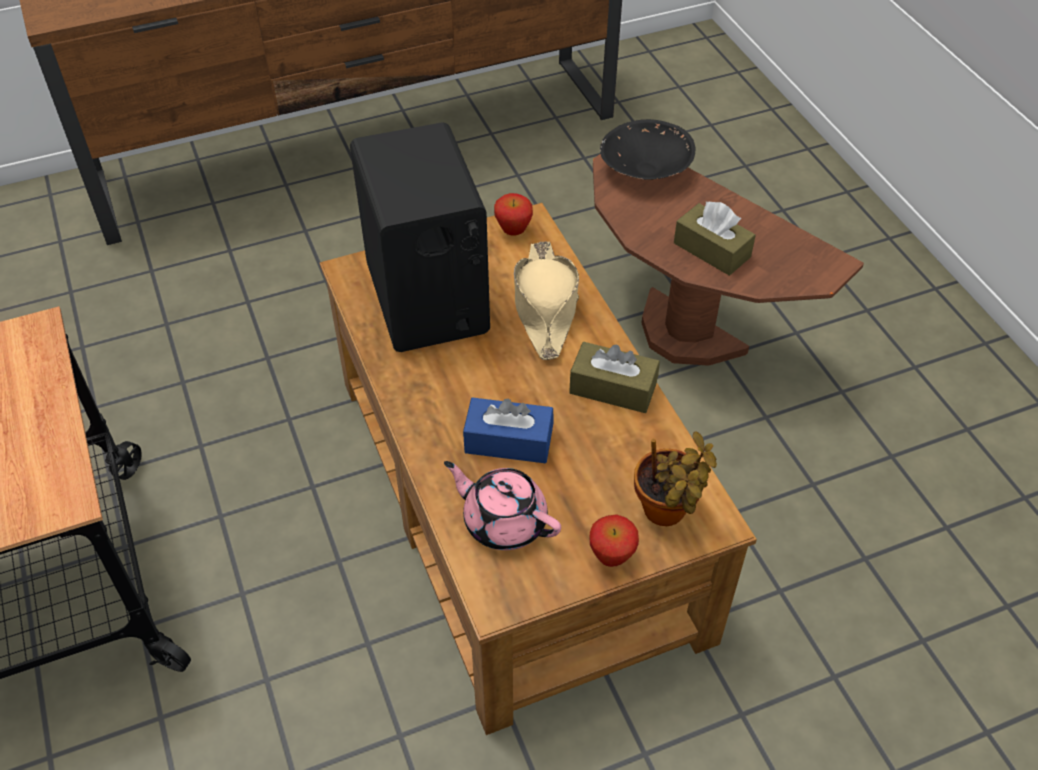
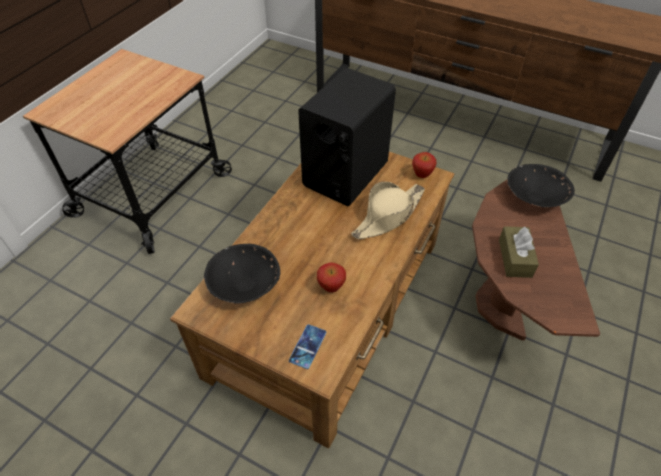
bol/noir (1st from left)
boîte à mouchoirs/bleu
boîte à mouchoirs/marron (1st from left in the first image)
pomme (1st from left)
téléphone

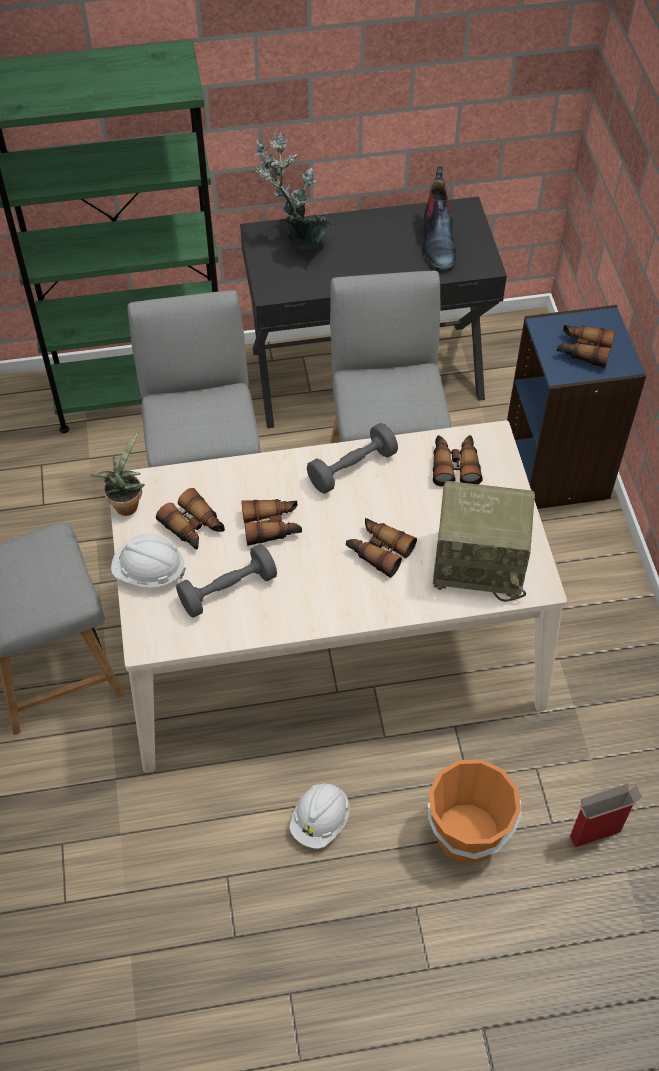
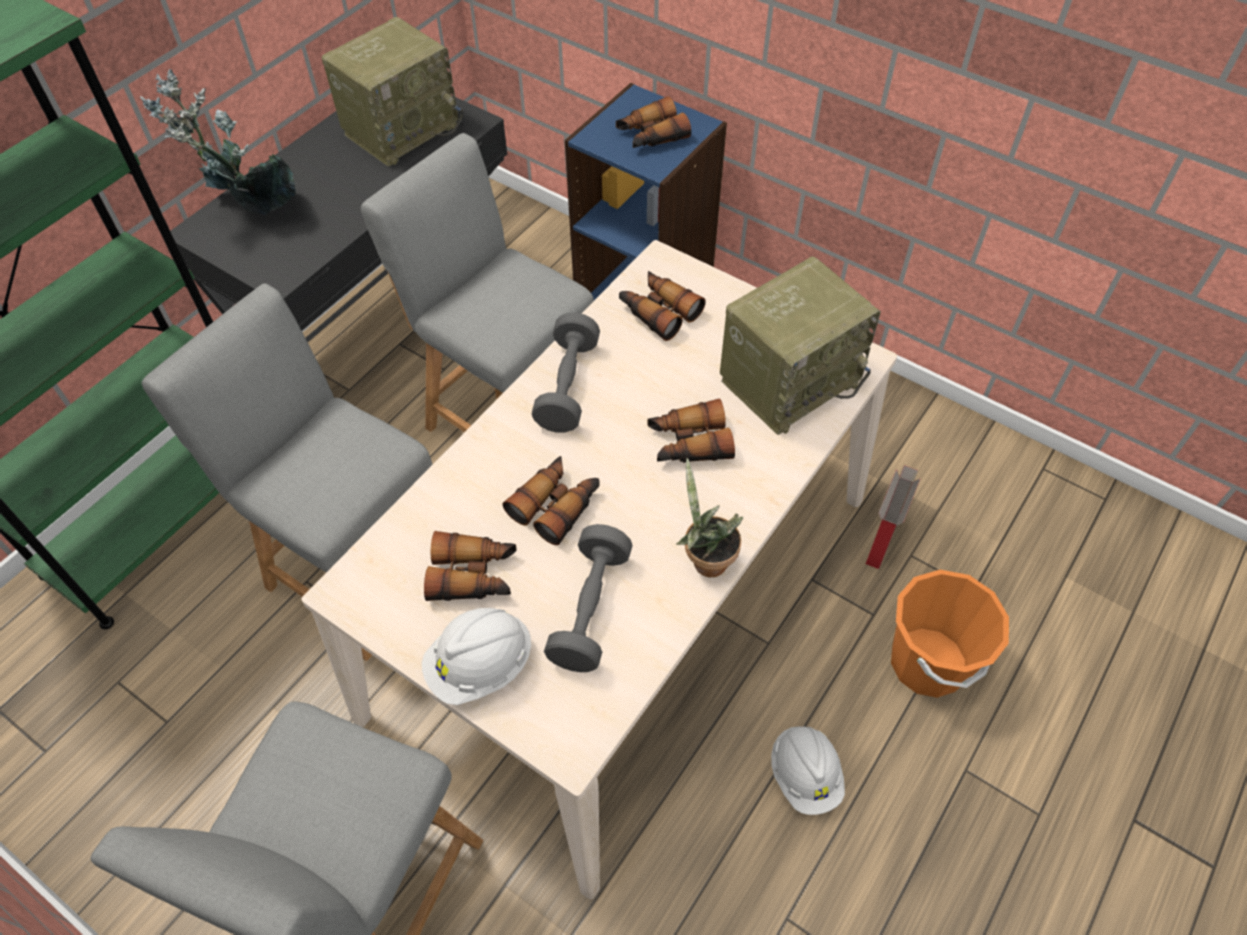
plante en pot (2nd from left)
radio (1st from left)
carton

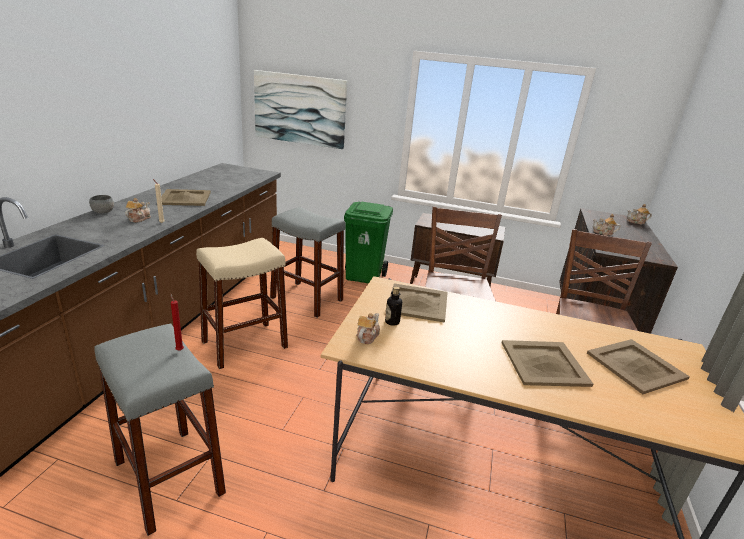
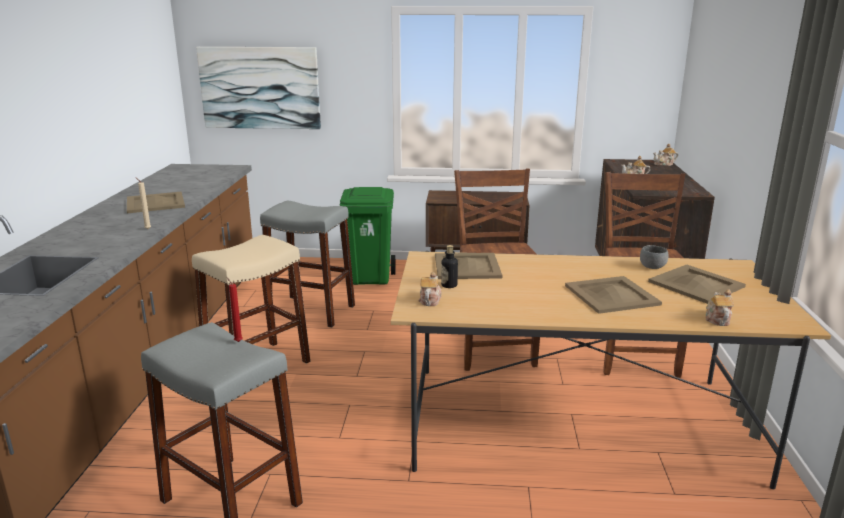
bol/gris
théière (4th from left)

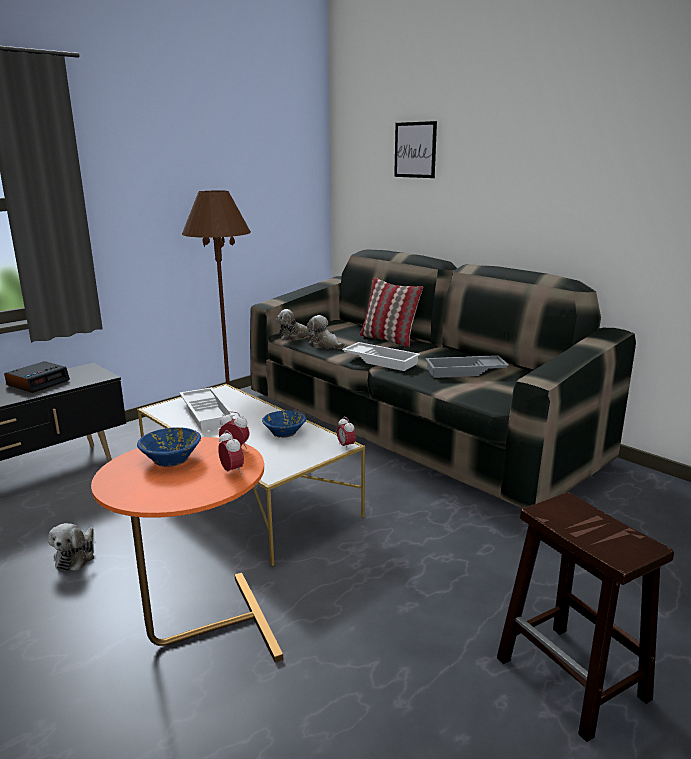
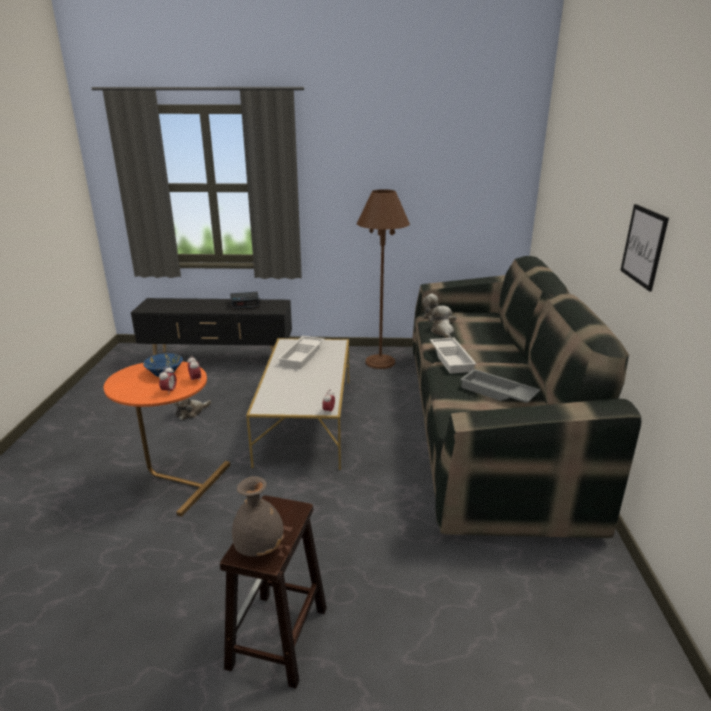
bol/bleu (2nd from left in the first image)
coussin
tableau
vase/gris

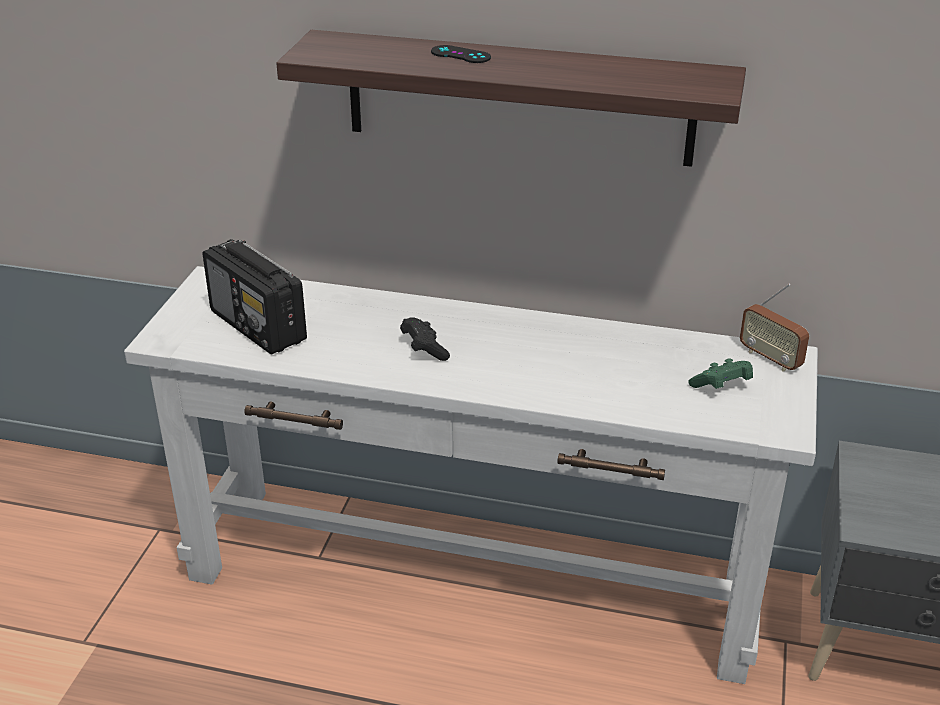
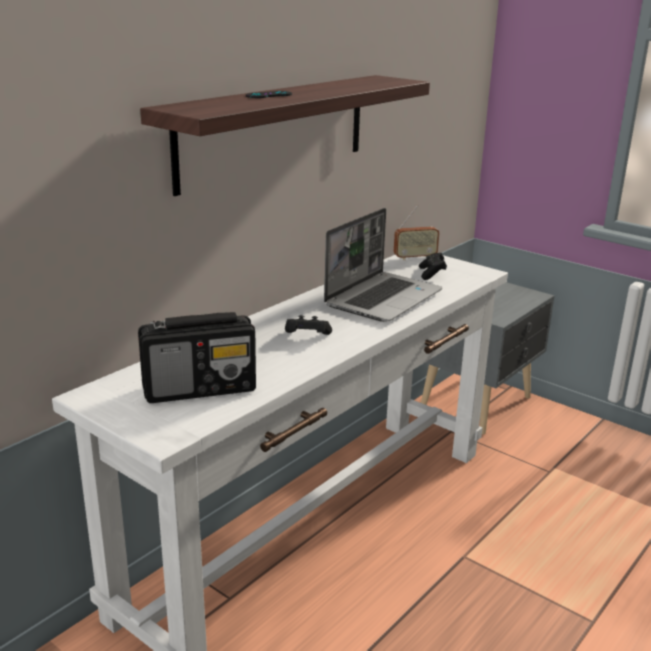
manette/noir (3rd from left)
ordinateur portable

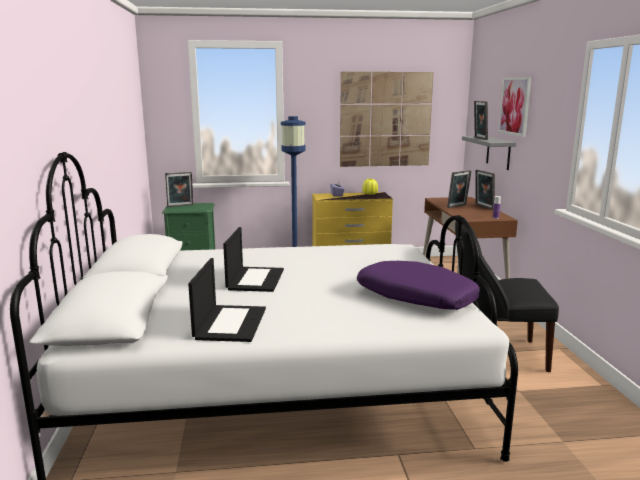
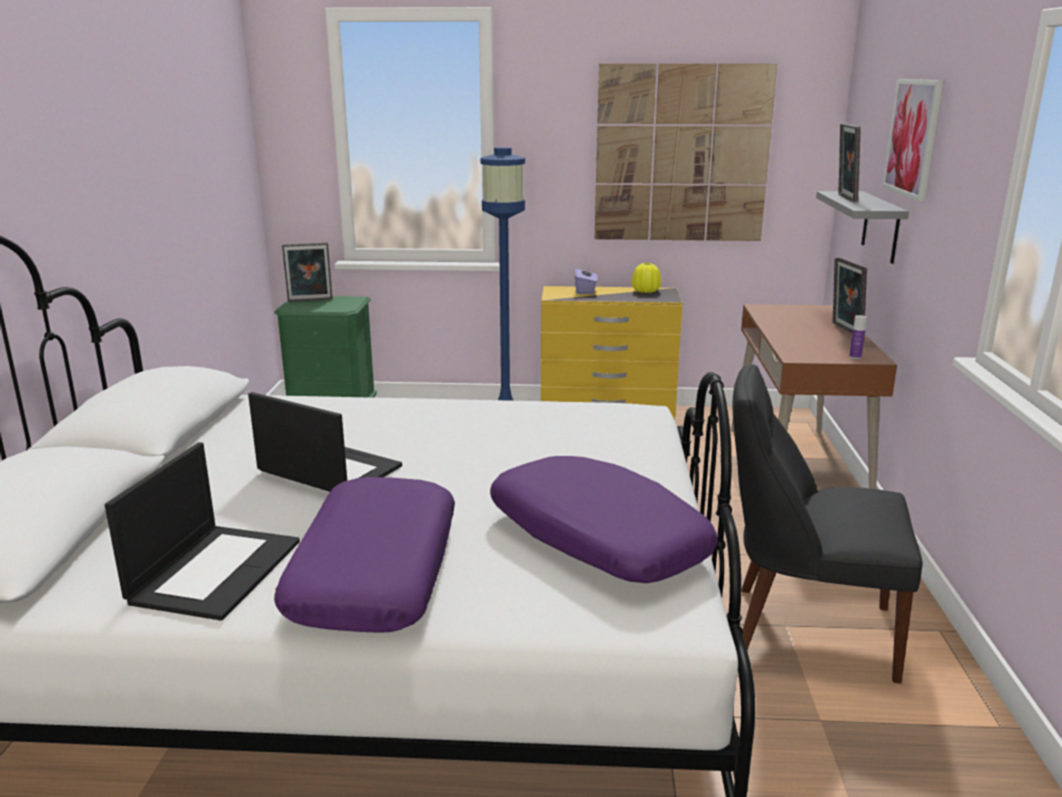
ordinateur portable (2nd from left)
cadre photo (2nd from left in the first image)
coussin/violet (1st from left)

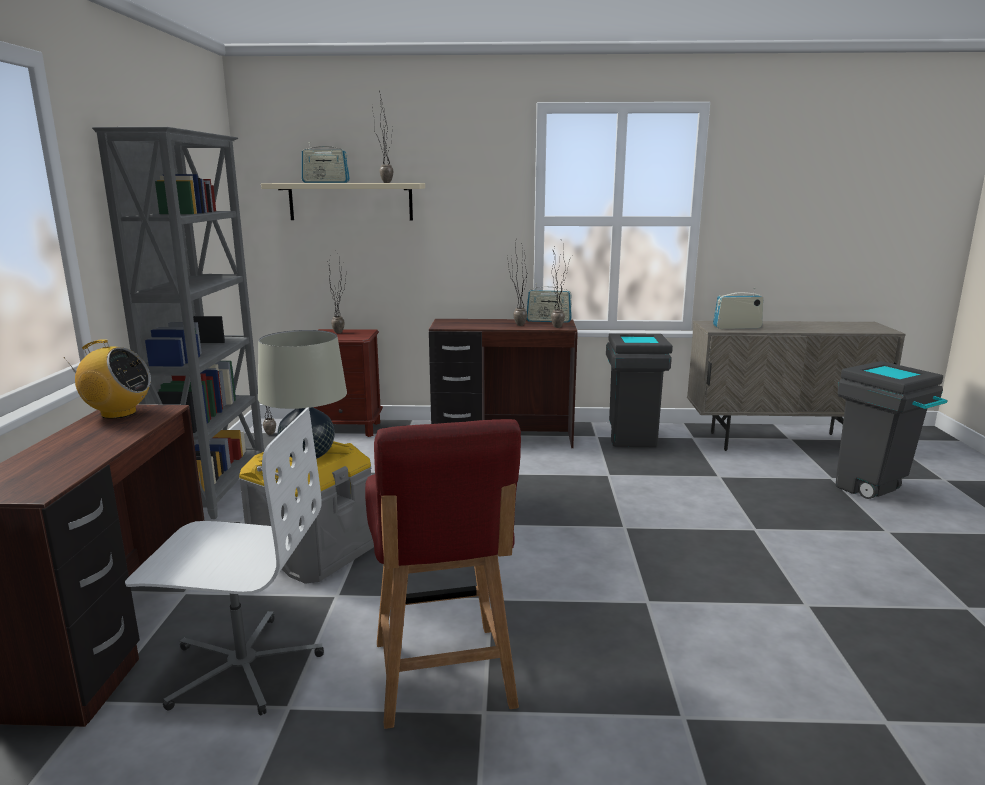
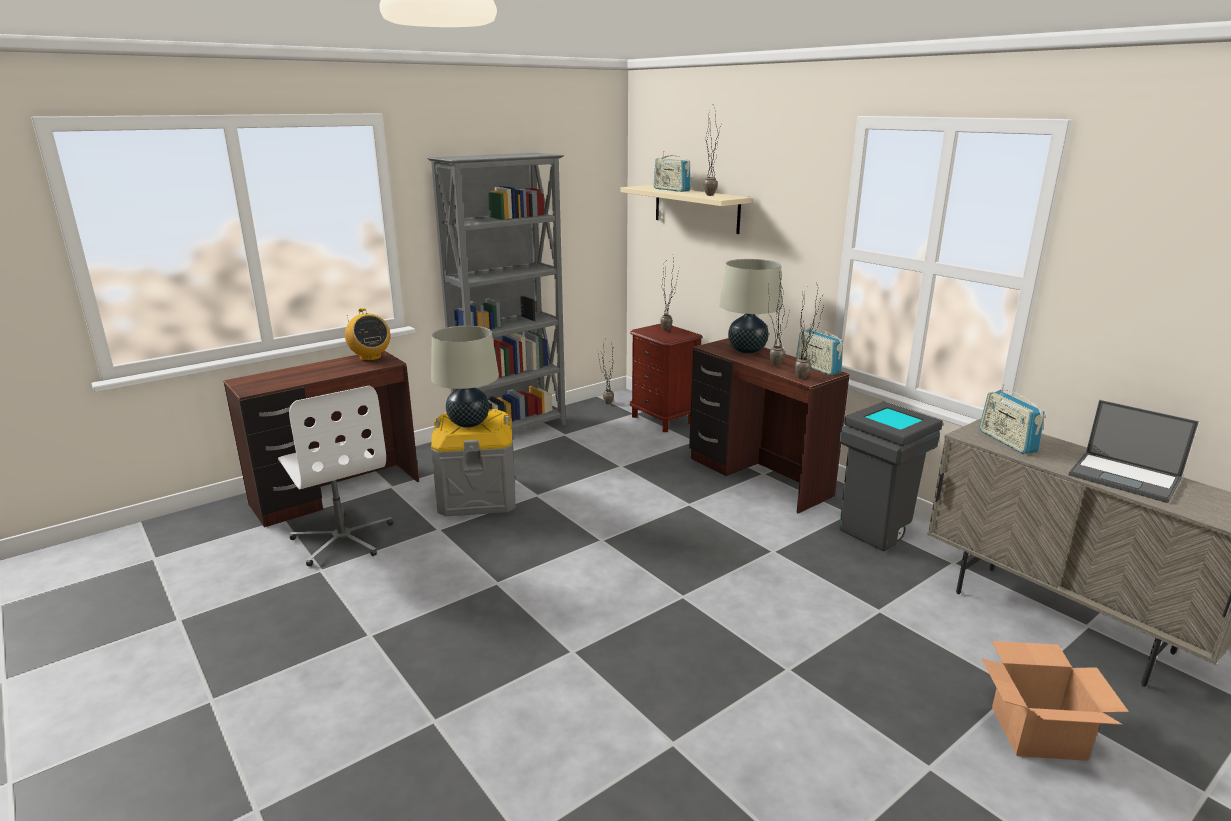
chaise/rouge
radio (4th from left)
carton
lampe de table/beige (2nd from left)
ordinateur portable

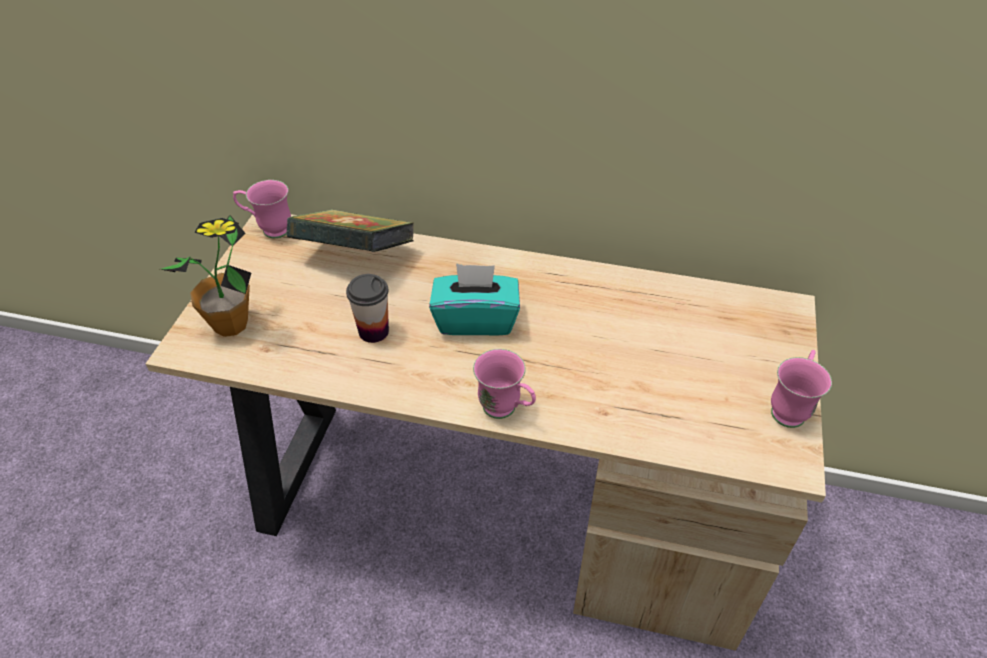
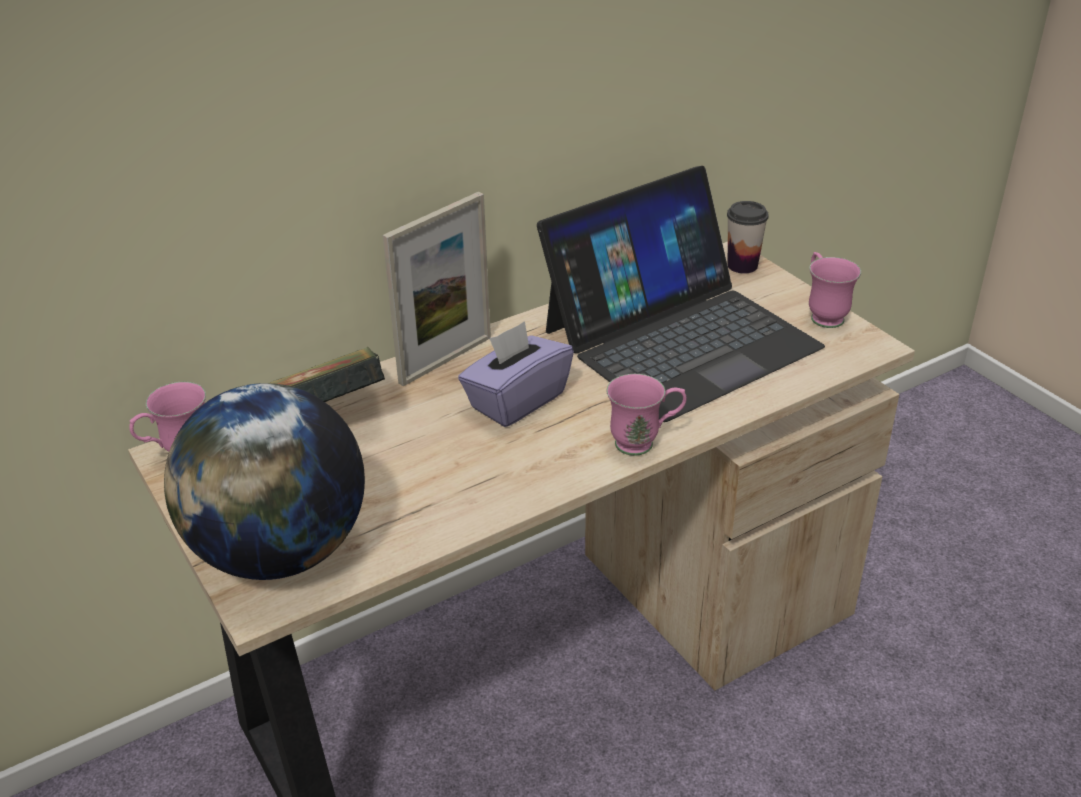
globe
tasse
boîte à mouchoirs/violet
cadre photo
ordinateur portable

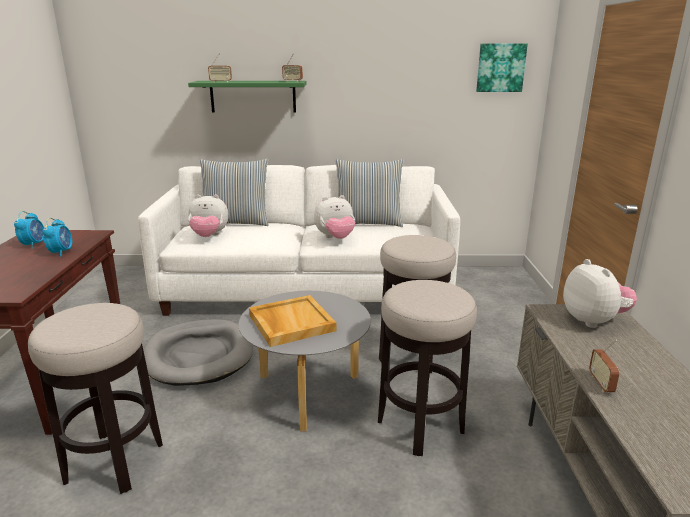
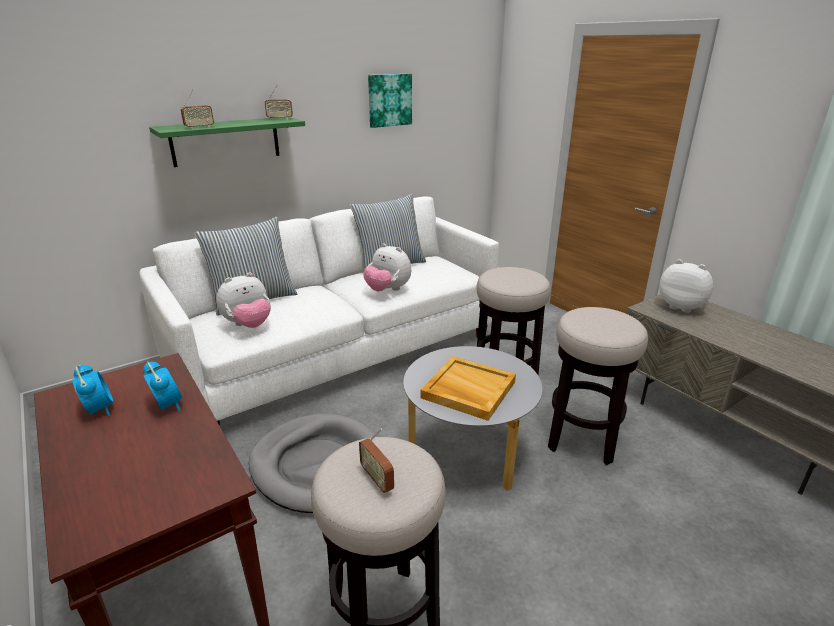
peluche (2nd from left)
tableau
radio (3rd from left)

